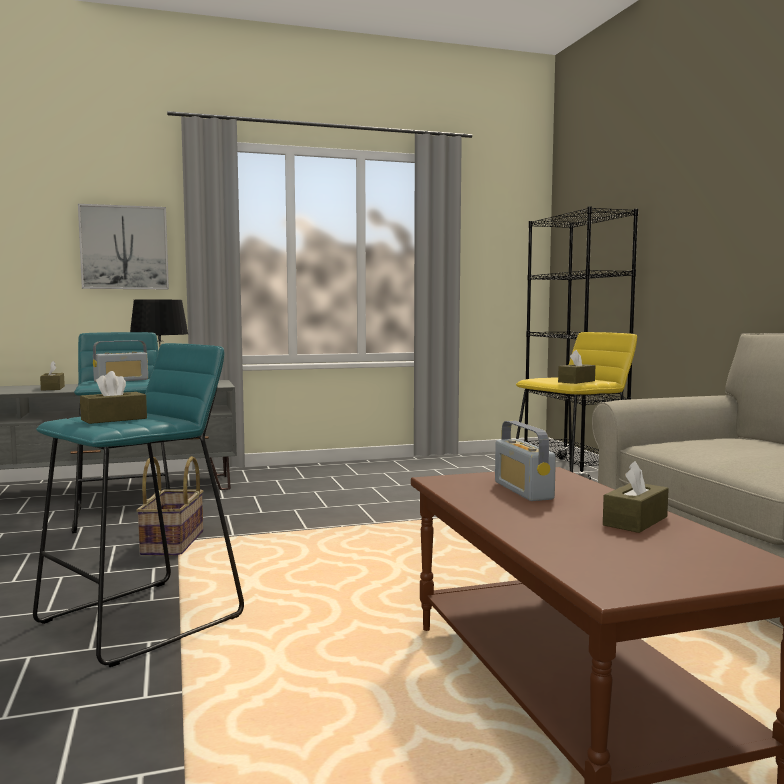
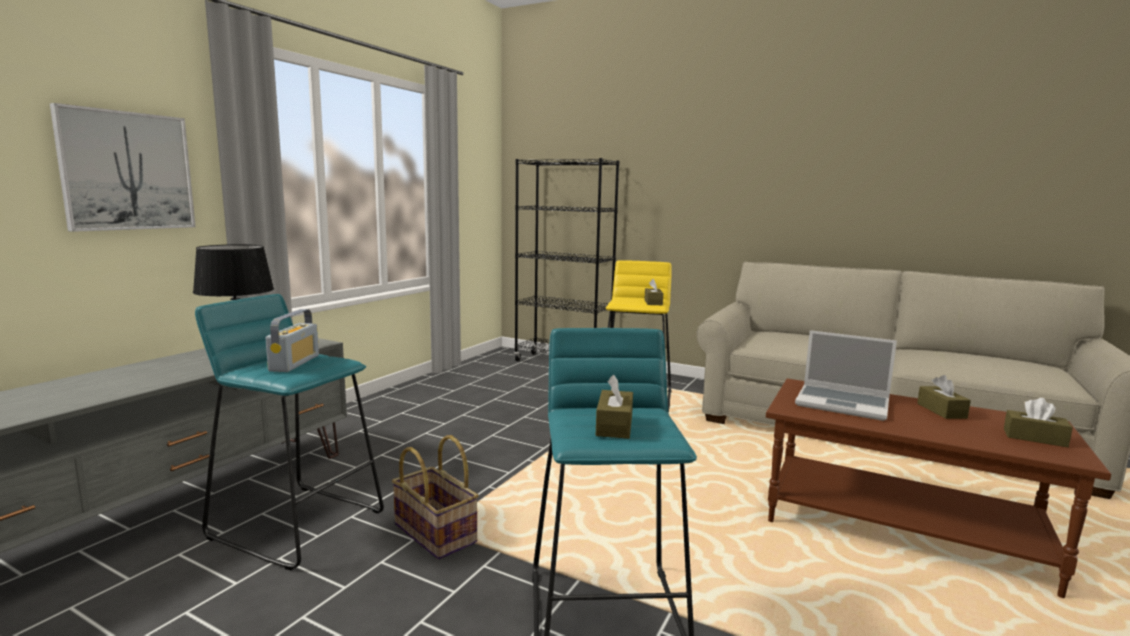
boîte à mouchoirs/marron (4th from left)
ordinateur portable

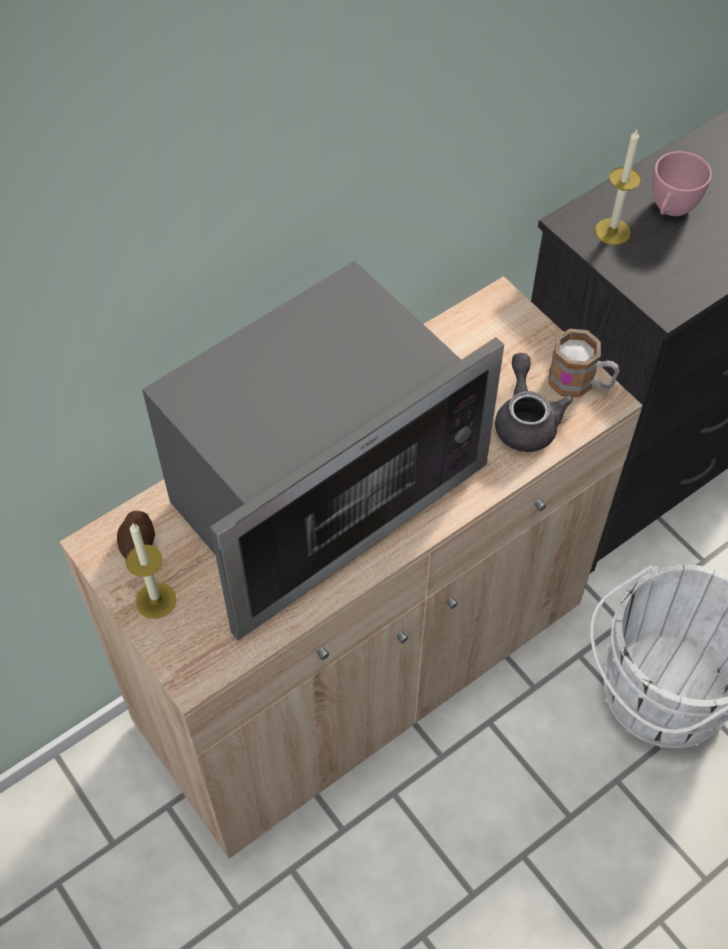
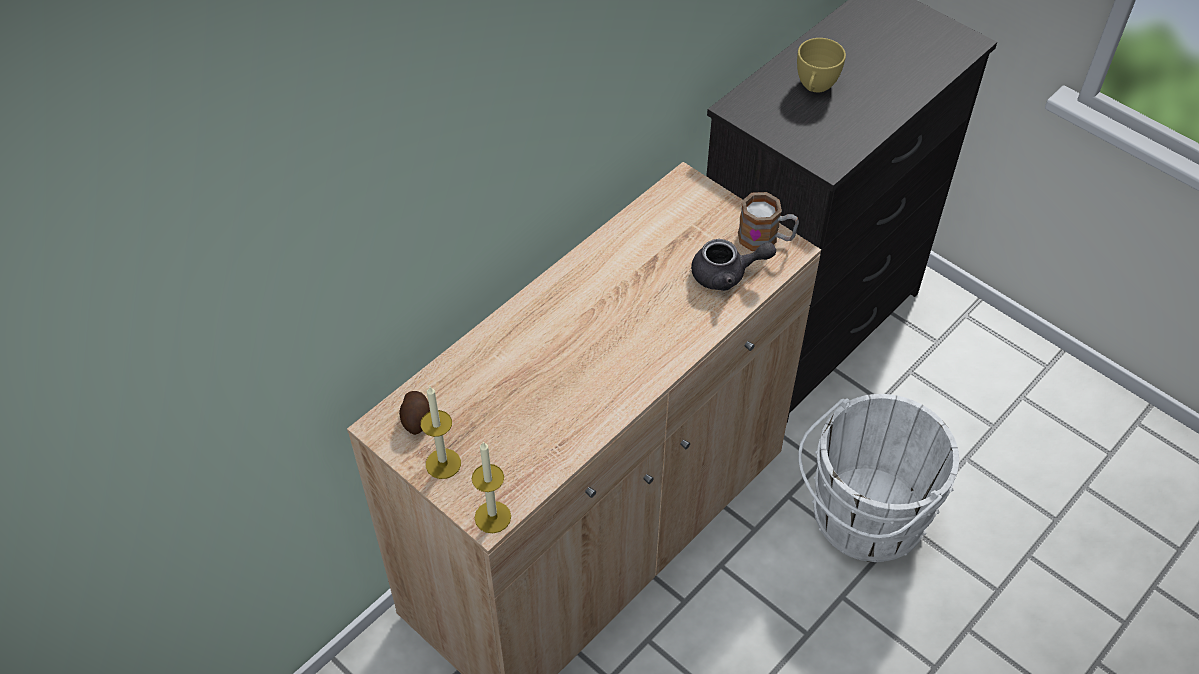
micro-ondes
théière/gris
bougie (2nd from left)
tasse/jaune

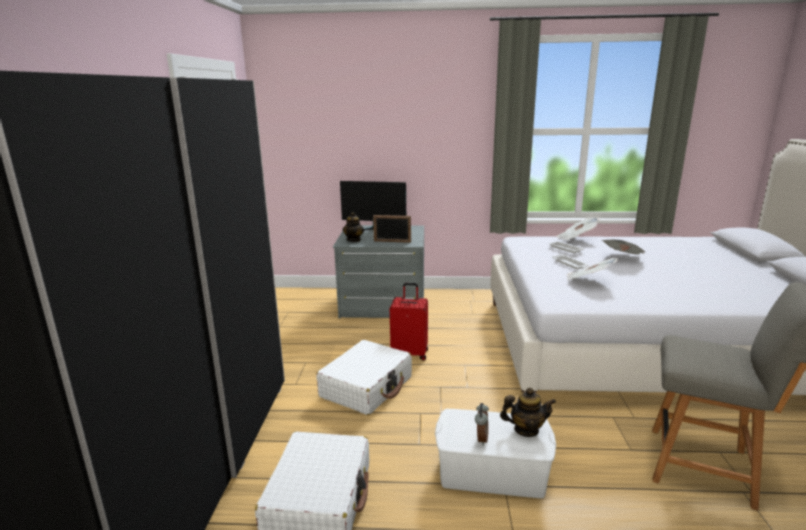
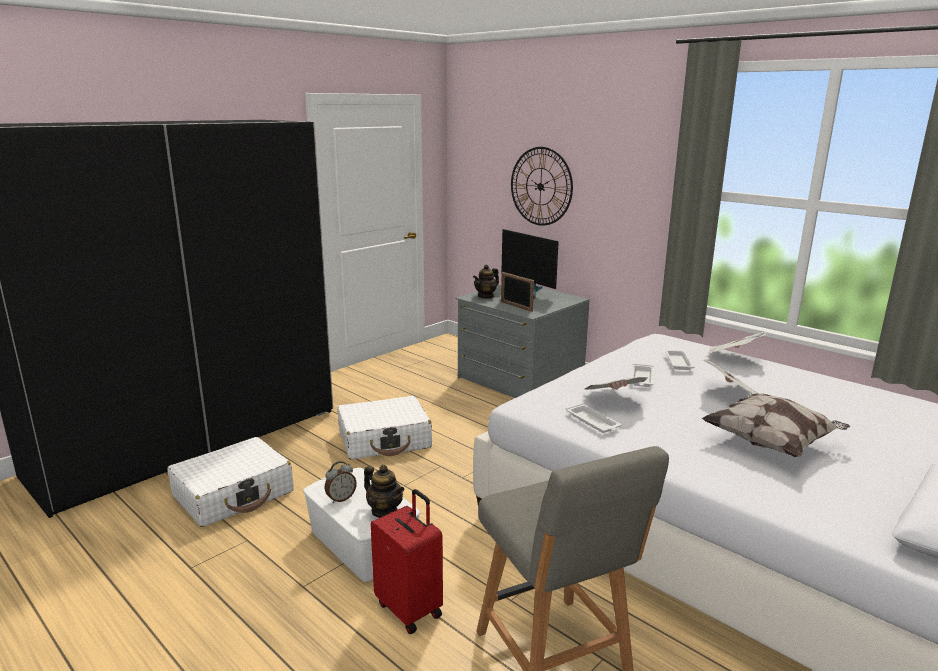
valise/rouge
horloge murale
plateau/blanc (1st from left)
coussin

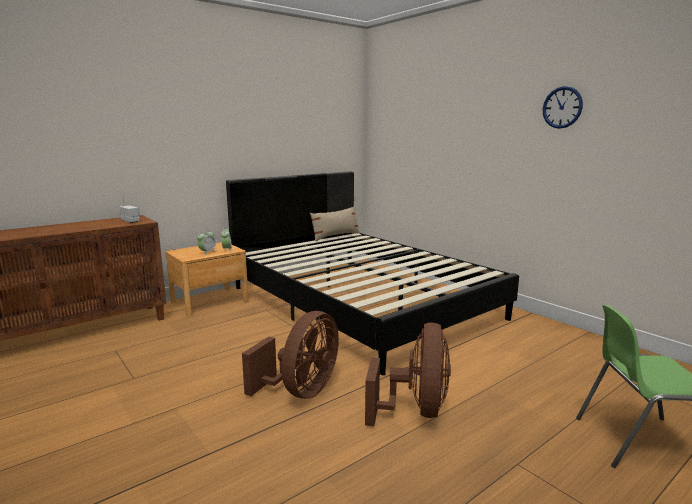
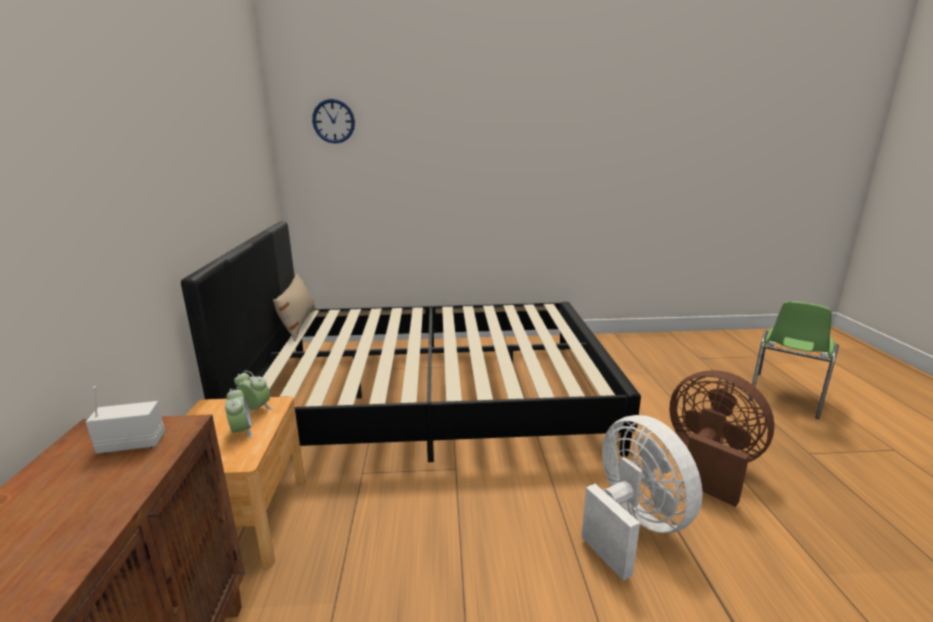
ventilateur/blanc
horloge murale

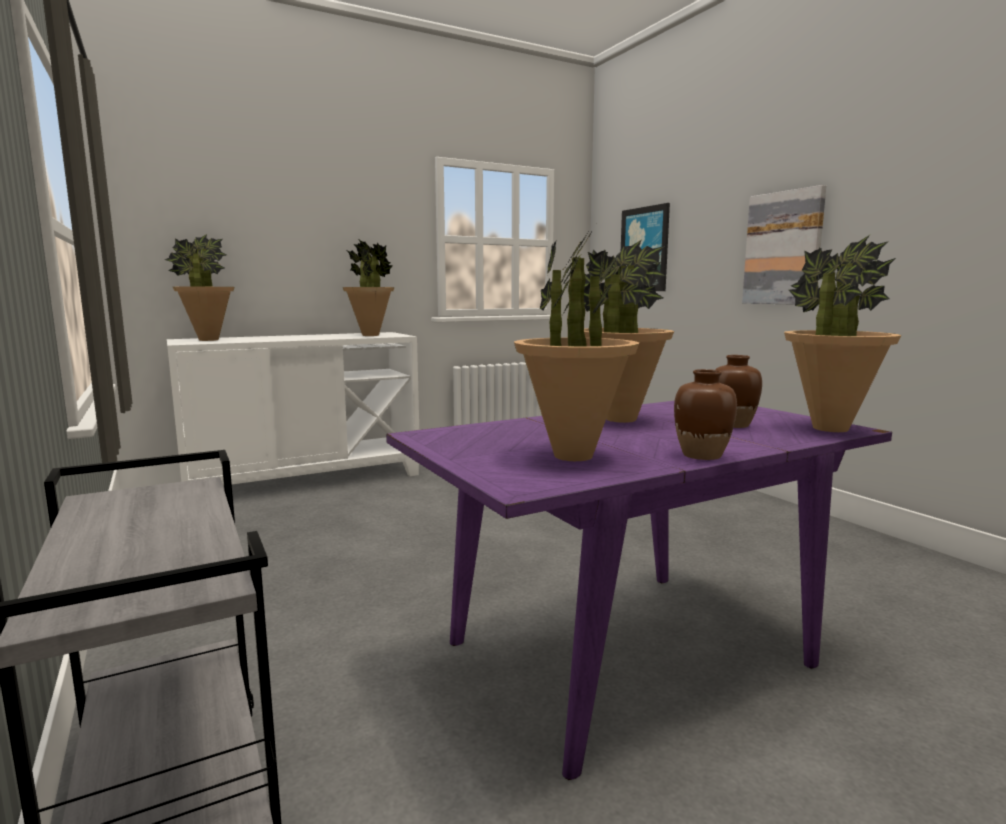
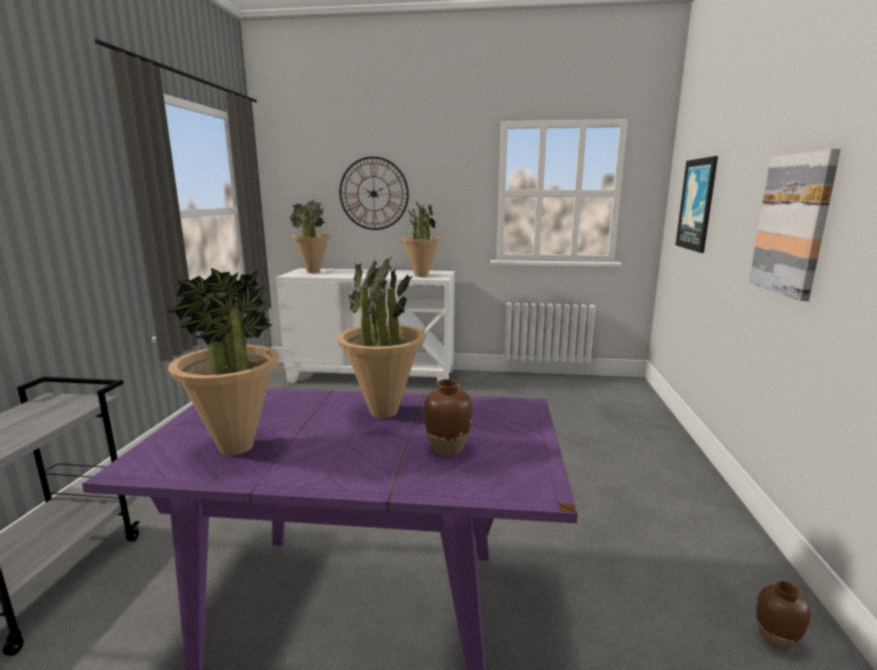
vase/marron (2nd from left)
plante en pot (5th from left in the first image)
horloge murale

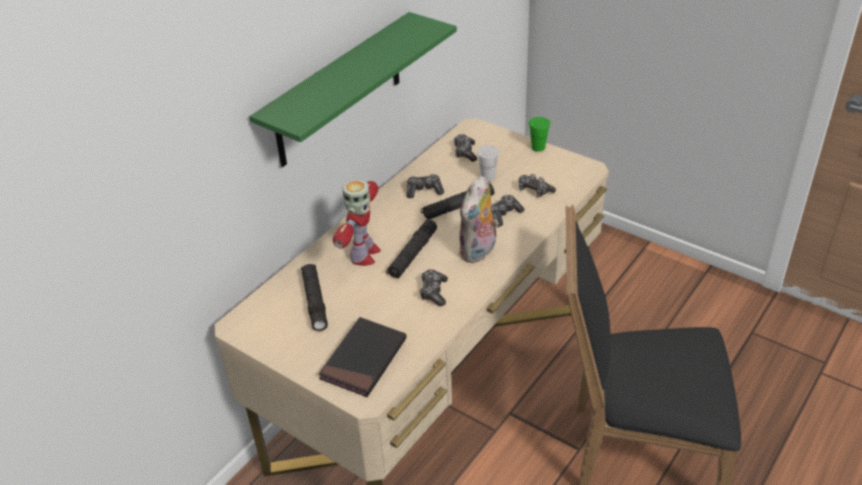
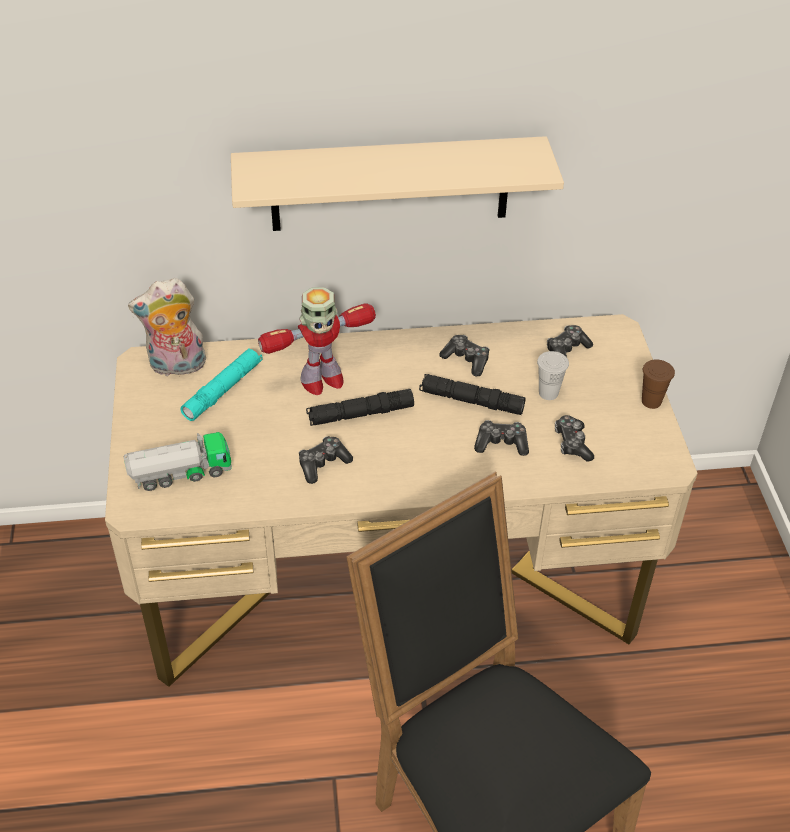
étagère/beige
lampe de poche/turquoise
camion jouet
peluche
tasse/marron

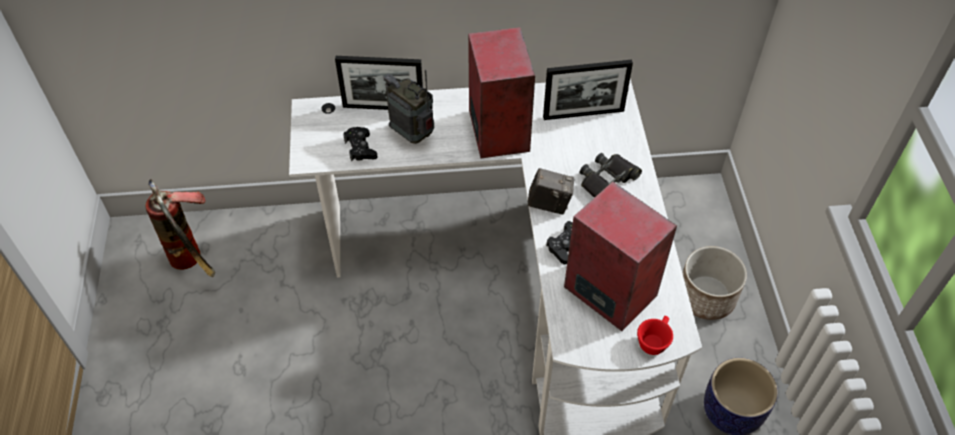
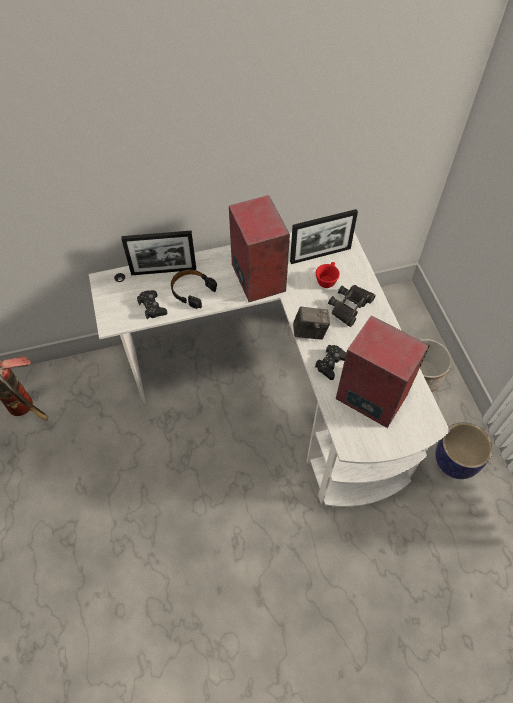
casque audio/noir
tasse/rouge

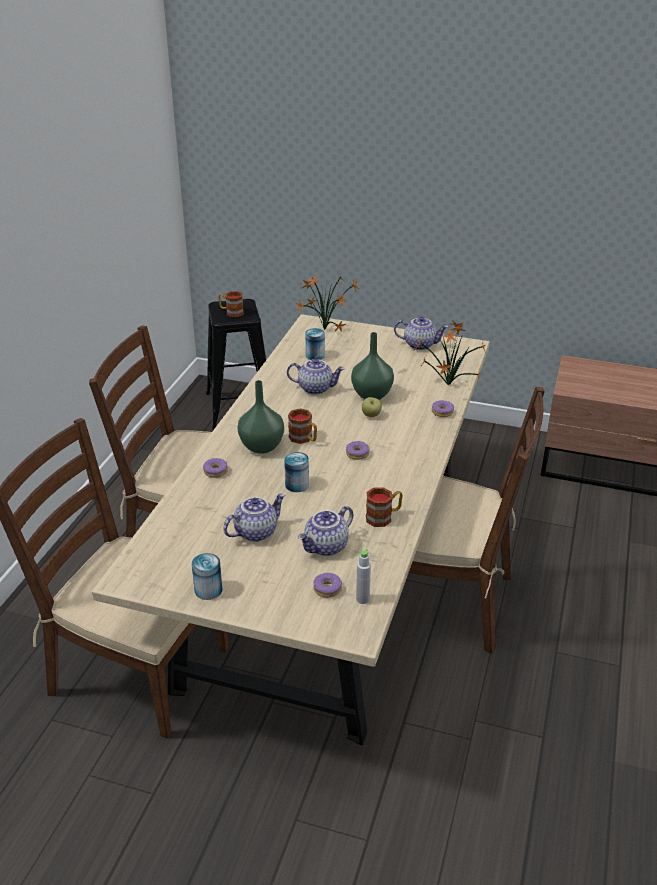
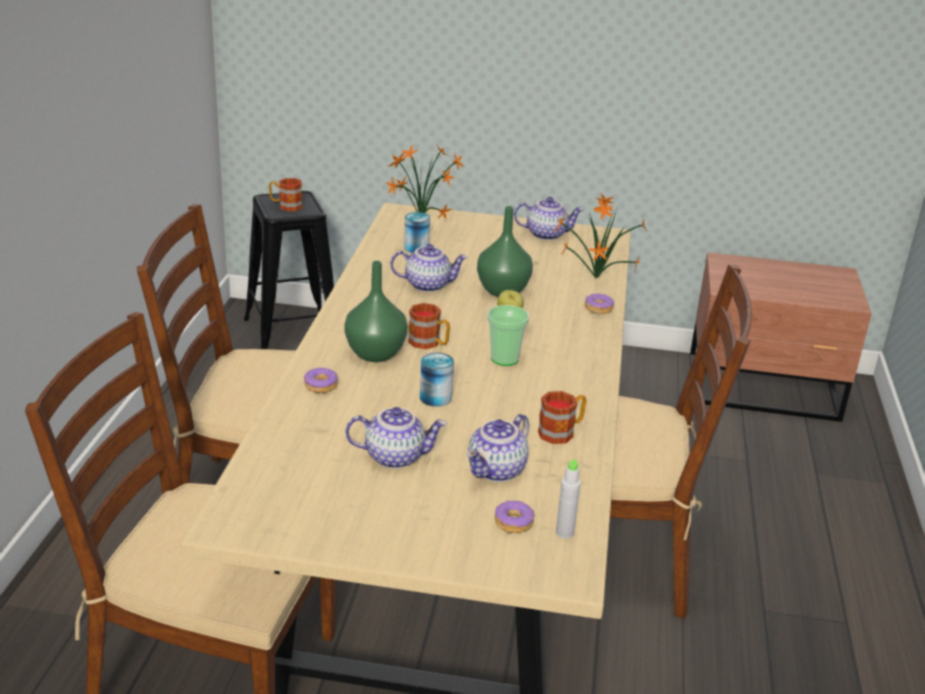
boîte métallique (1st from left in the first image)
théière (1st from left)
tasse

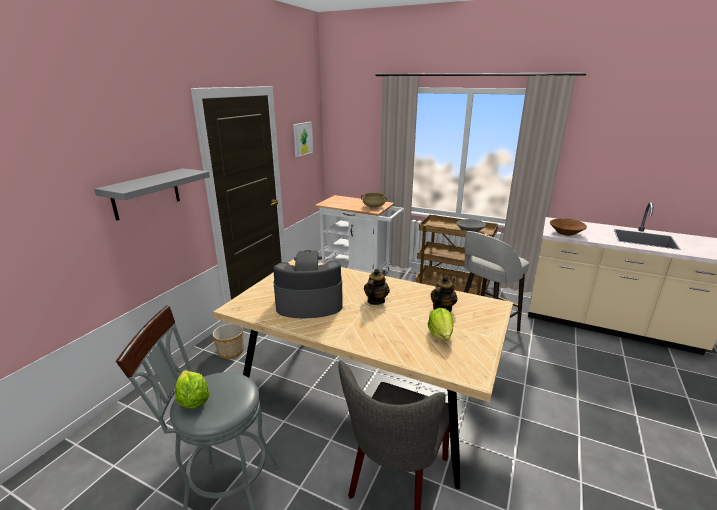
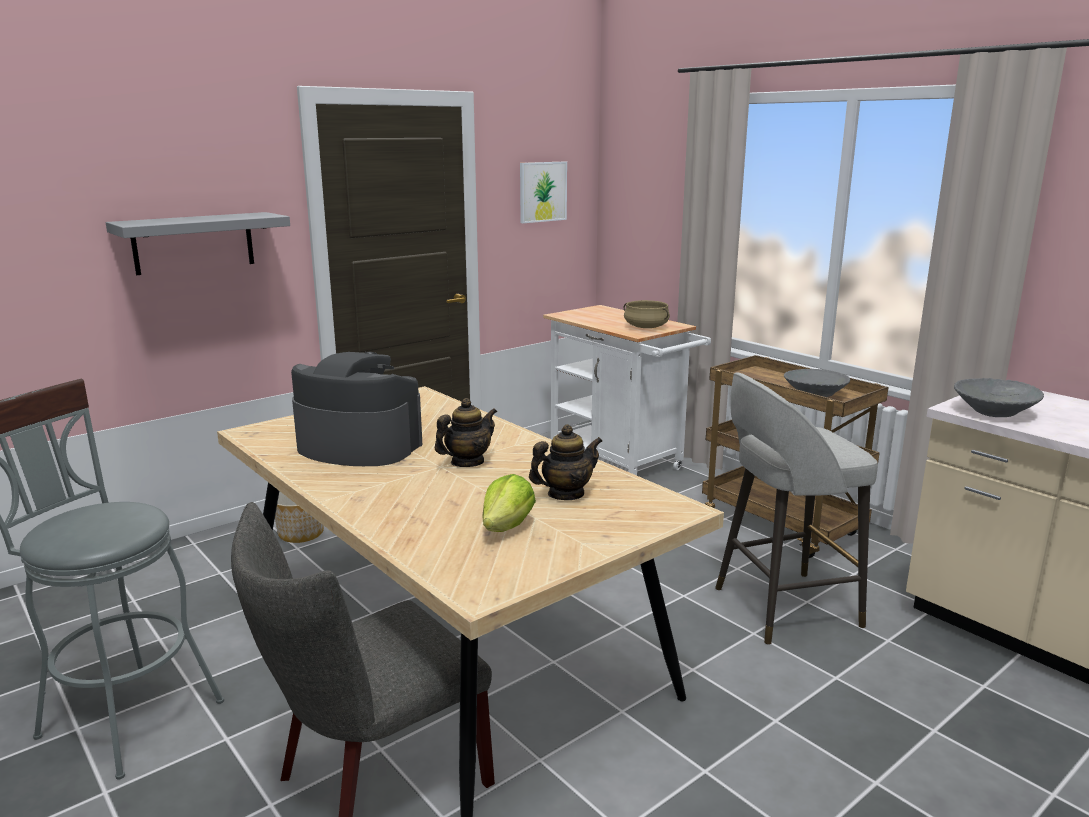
laitue (1st from left in the first image)
bol/gris (2nd from left)

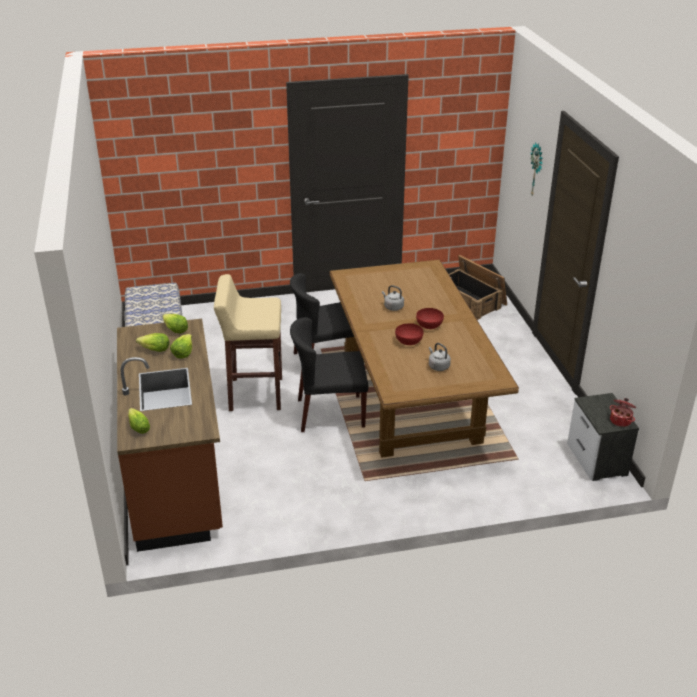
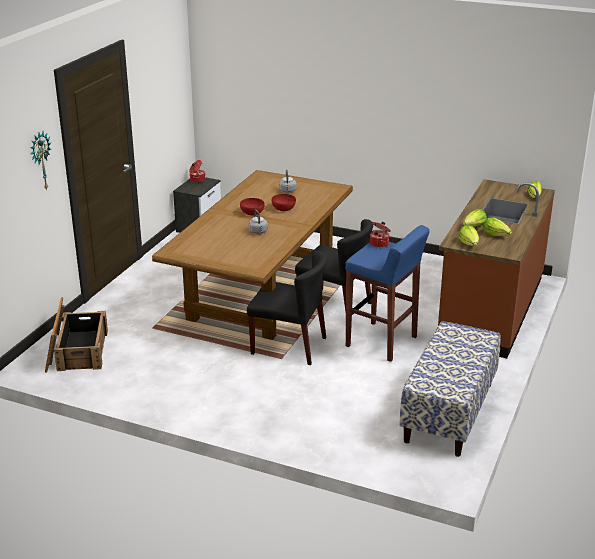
tabouret/bleu
marmite (2nd from left)

